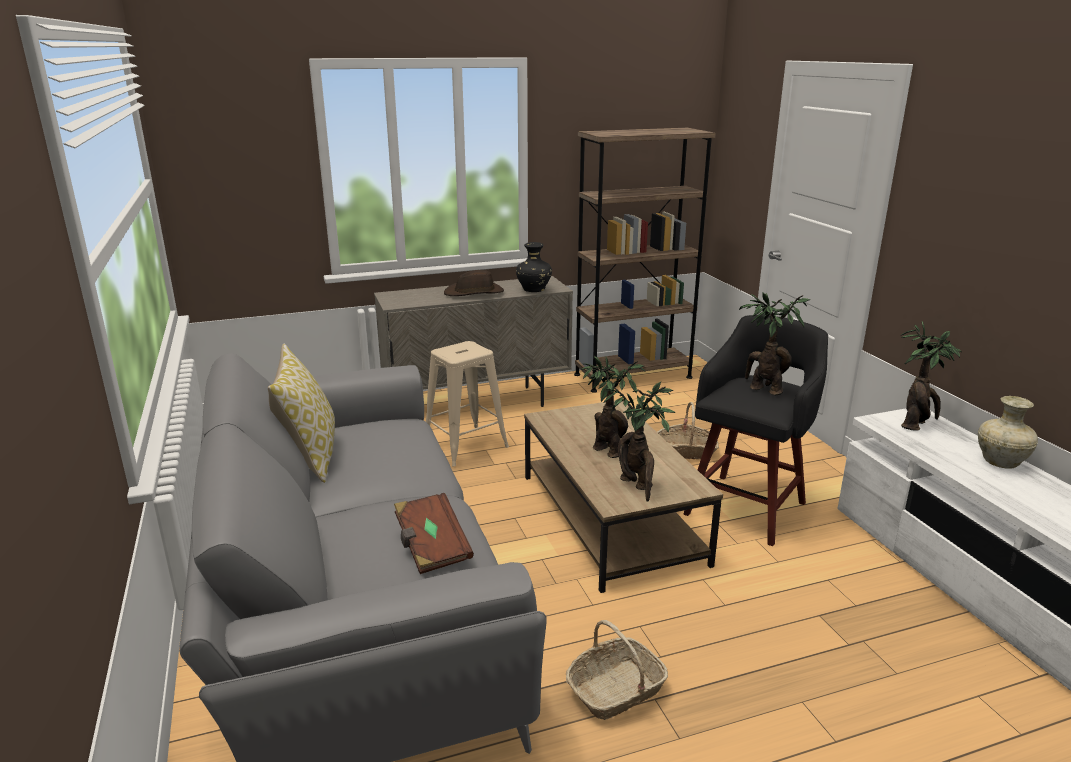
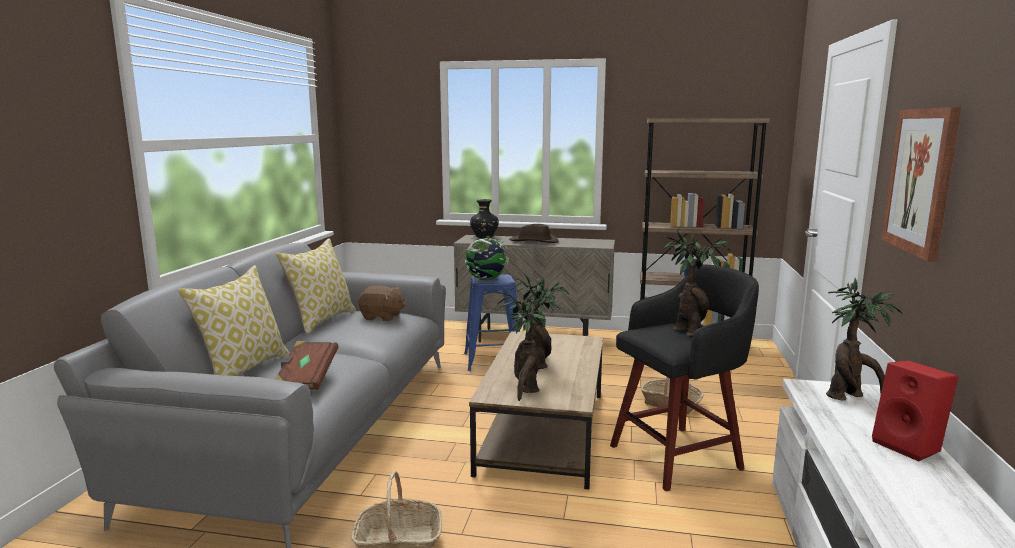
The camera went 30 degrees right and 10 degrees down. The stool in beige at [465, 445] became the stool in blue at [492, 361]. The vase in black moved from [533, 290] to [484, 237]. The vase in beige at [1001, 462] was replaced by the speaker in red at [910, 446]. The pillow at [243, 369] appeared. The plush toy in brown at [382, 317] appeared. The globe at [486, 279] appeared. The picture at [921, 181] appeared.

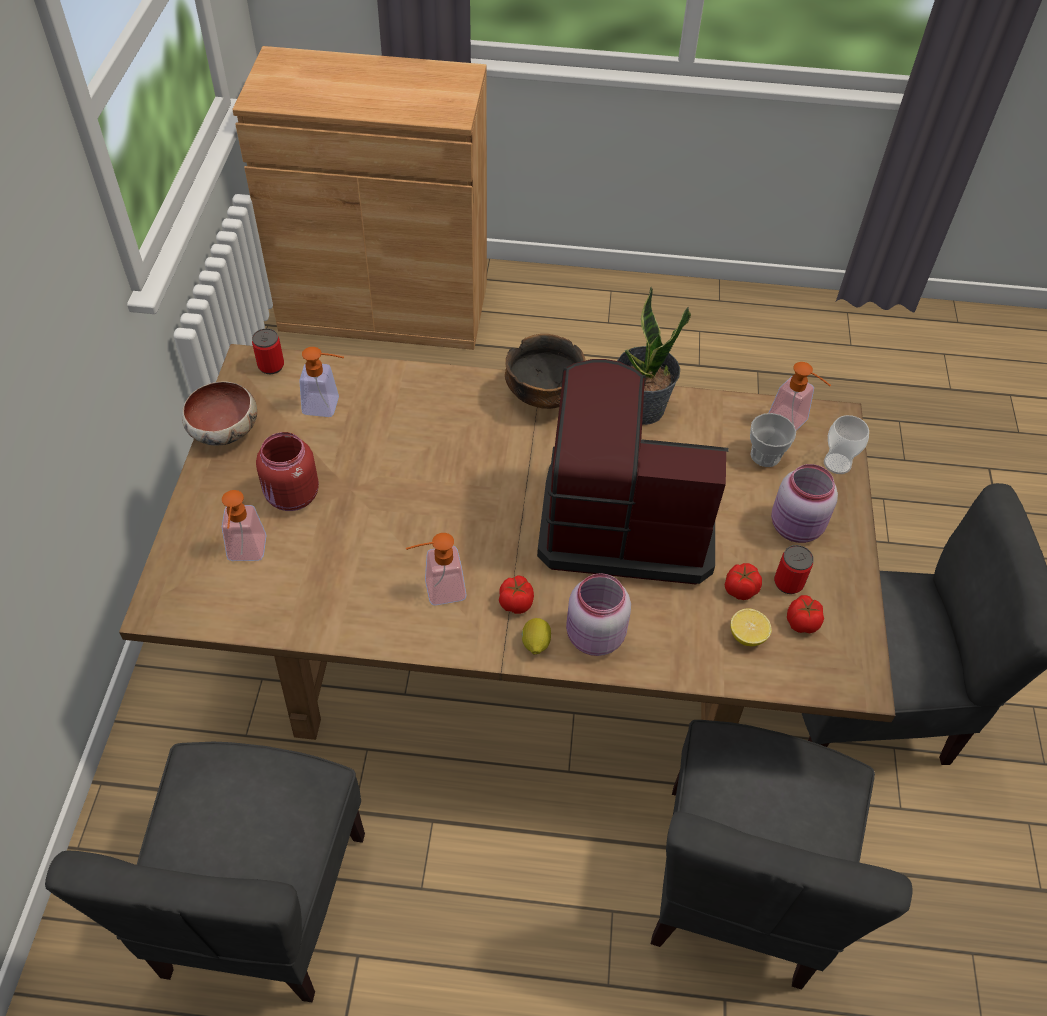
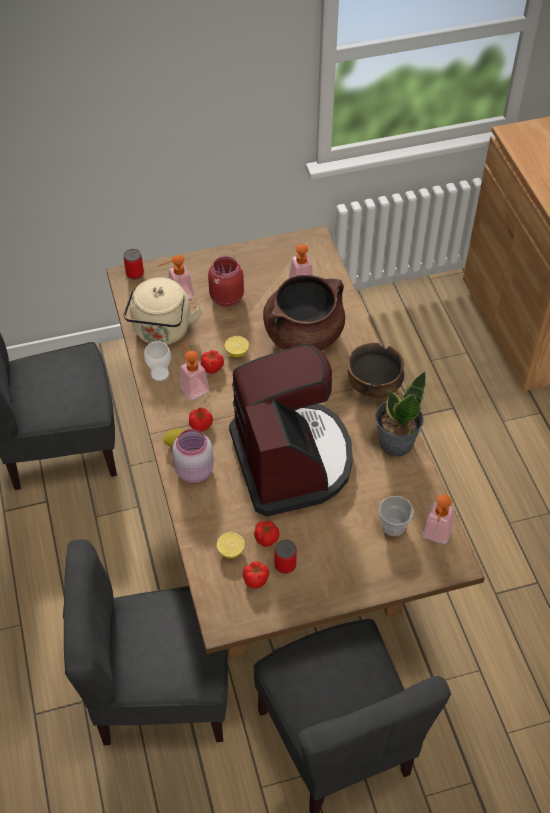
The camera went 70 degrees right and 0 degrees up. The bowl at [224, 431] disappeared. The can moved from [271, 366] to [135, 273]. The jar in pink at [796, 528] disappeared. The cup moved from [837, 463] to [160, 374]. The kettle in beige at [162, 332] appeared. The tomato at [212, 367] appeared. The lemon at [237, 352] appeared. The cooking pot in brown at [303, 335] appeared.

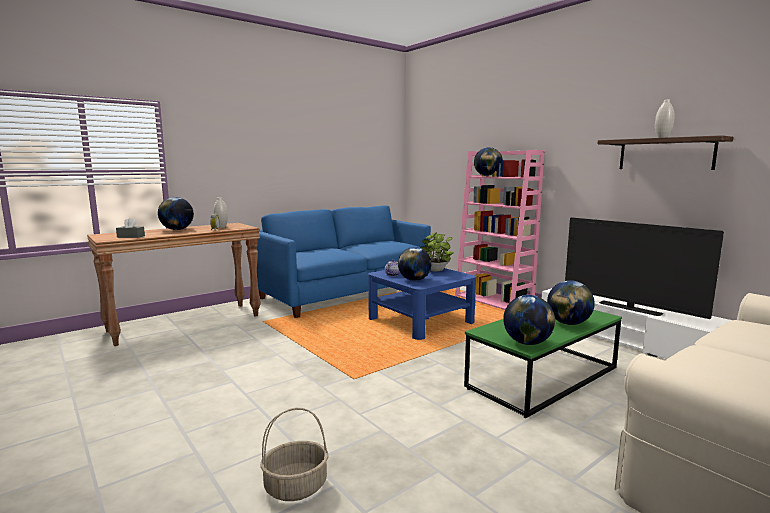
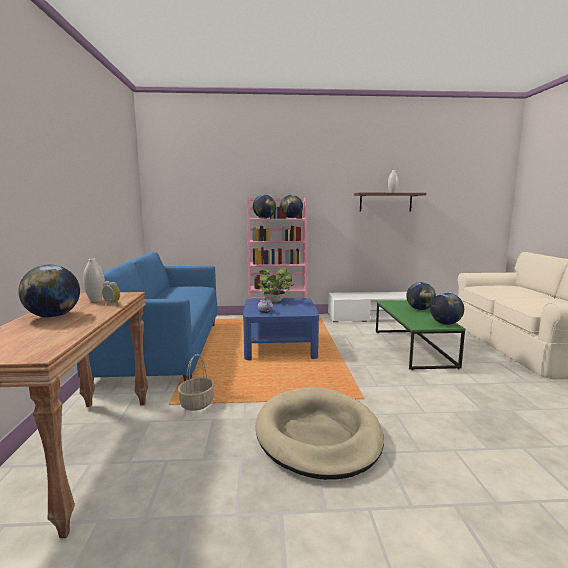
The camera went 55 degrees left and 0 degrees up. The tissue box in grey at [131, 236] disappeared. The basket moved from [295, 487] to [197, 404]. The globe moved from [414, 280] to [291, 218]. The television at [629, 308] disappeared. The dog bed in beige at [318, 435] appeared.

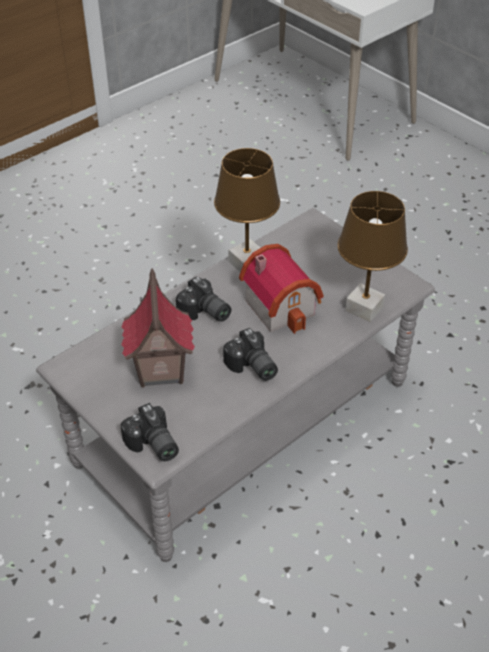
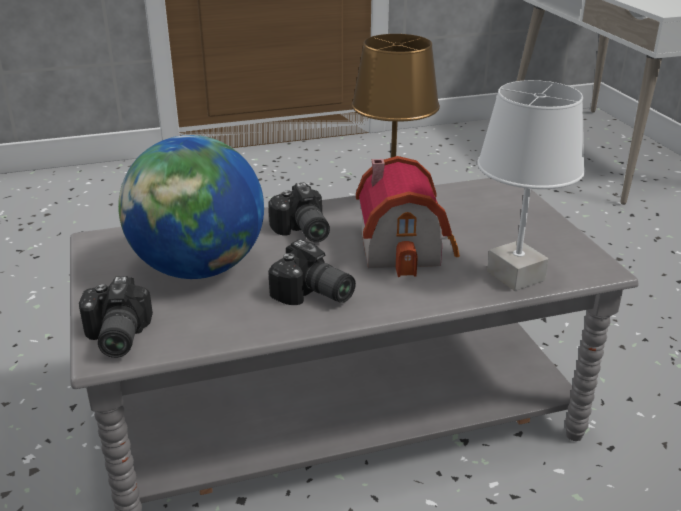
The camera went 25 degrees right and 15 degrees down. The toy house at [160, 370] was replaced by the globe at [199, 269]. The photo camera at [251, 367] turned 45 degrees counterclockwise. The table lamp in brown at [363, 308] became the table lamp in white at [514, 276].

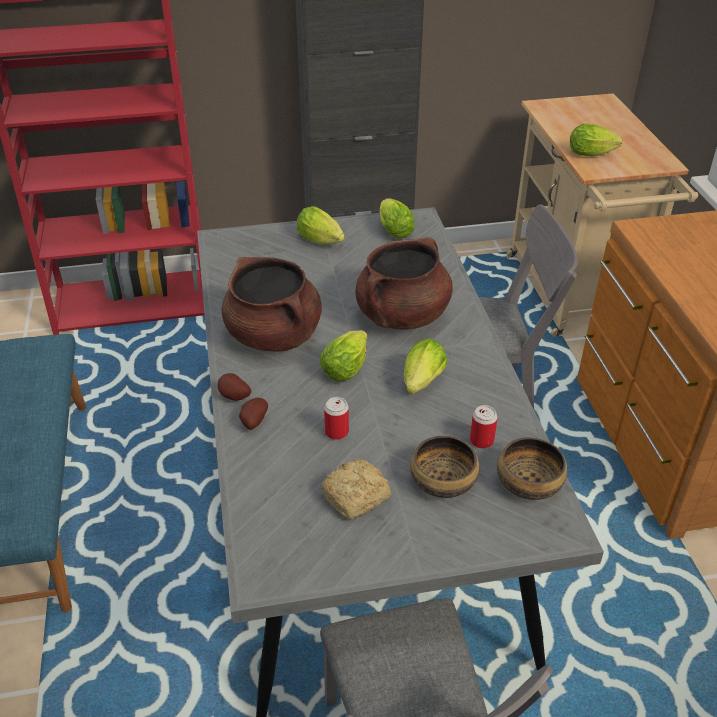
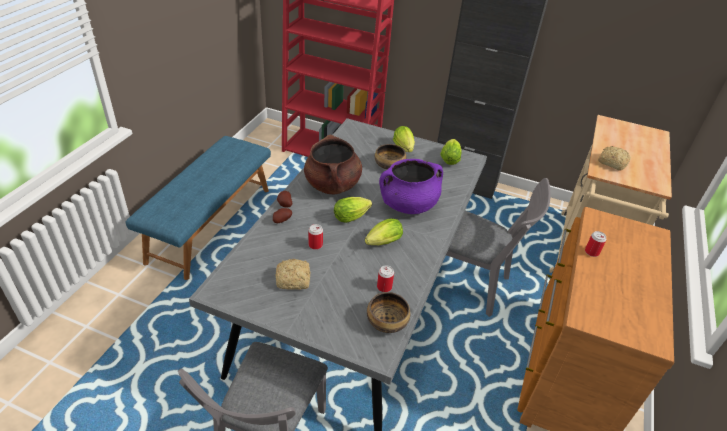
The camera went 30 degrees right and 0 degrees up. The cooking pot in brown at [402, 316] became the cooking pot in purple at [408, 205]. The bowl moved from [444, 481] to [389, 165]. The lettuce at [593, 154] was replaced by the bread at [611, 162]. The can at [591, 252] appeared.

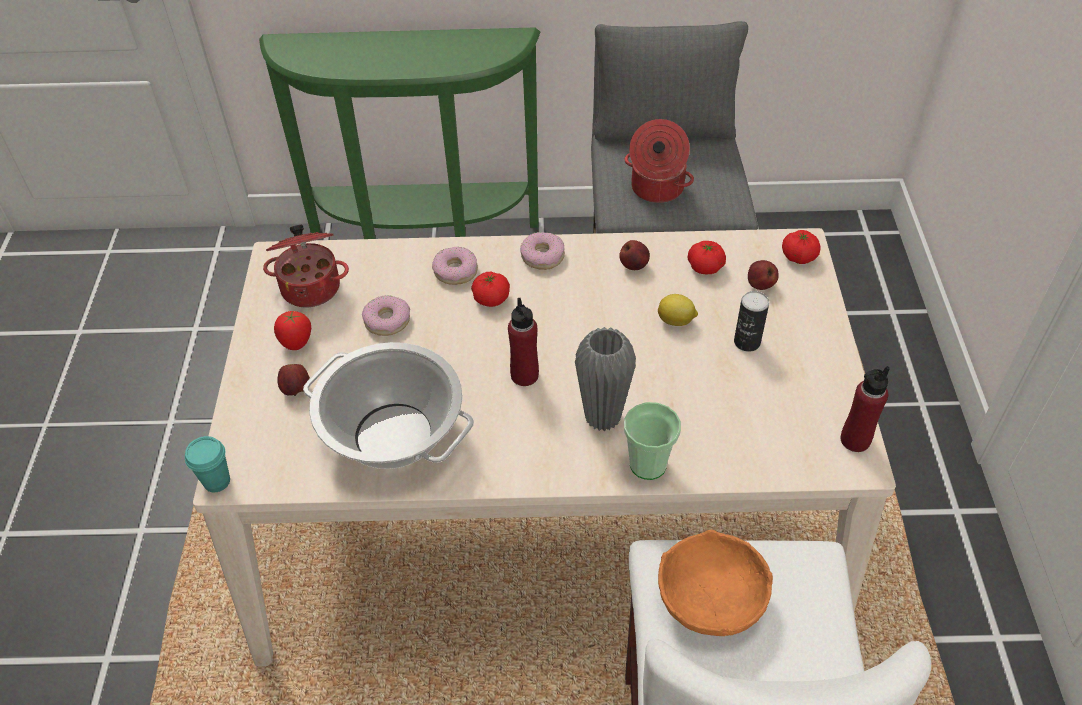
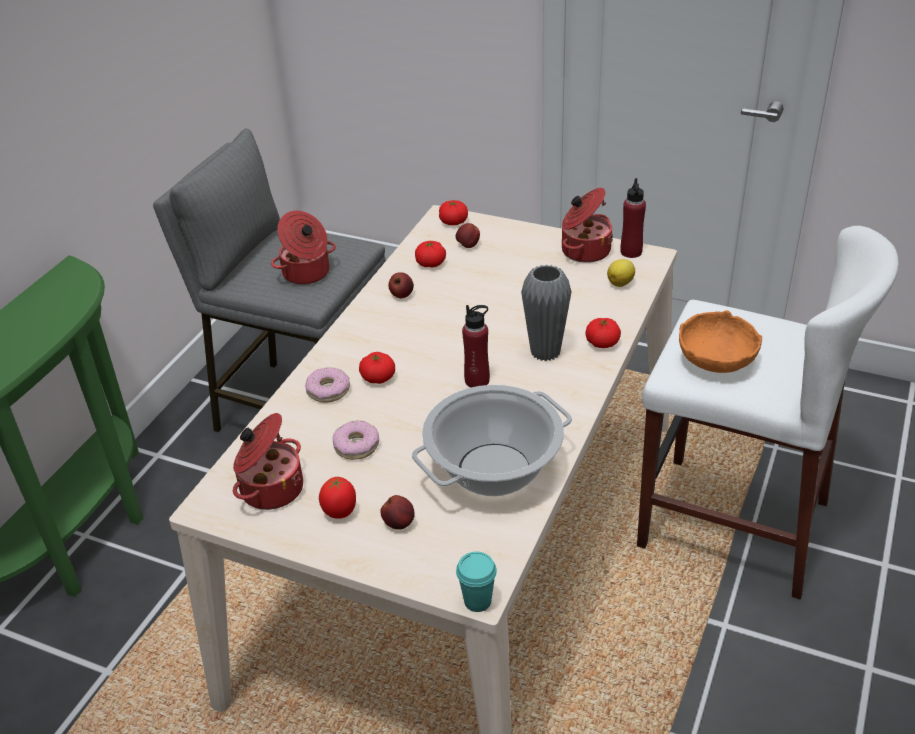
The camera went 65 degrees left and 10 degrees down. The donut at [543, 256] disappeared. The cup at [648, 464] was replaced by the tomato at [602, 343]. The lemon moved from [676, 321] to [621, 283]. The can at [747, 342] disappeared. The cooking pot at [584, 250] appeared.

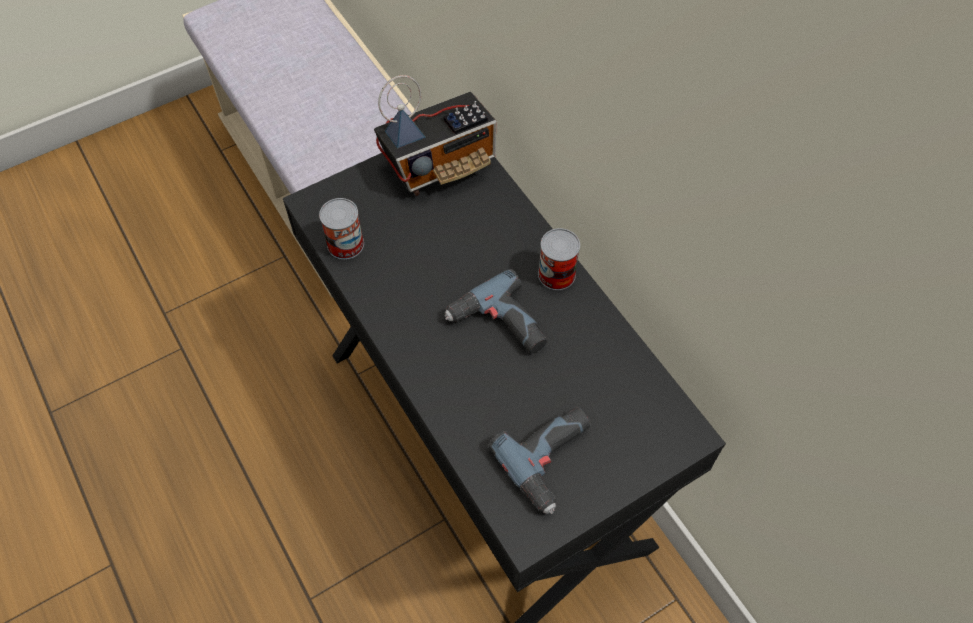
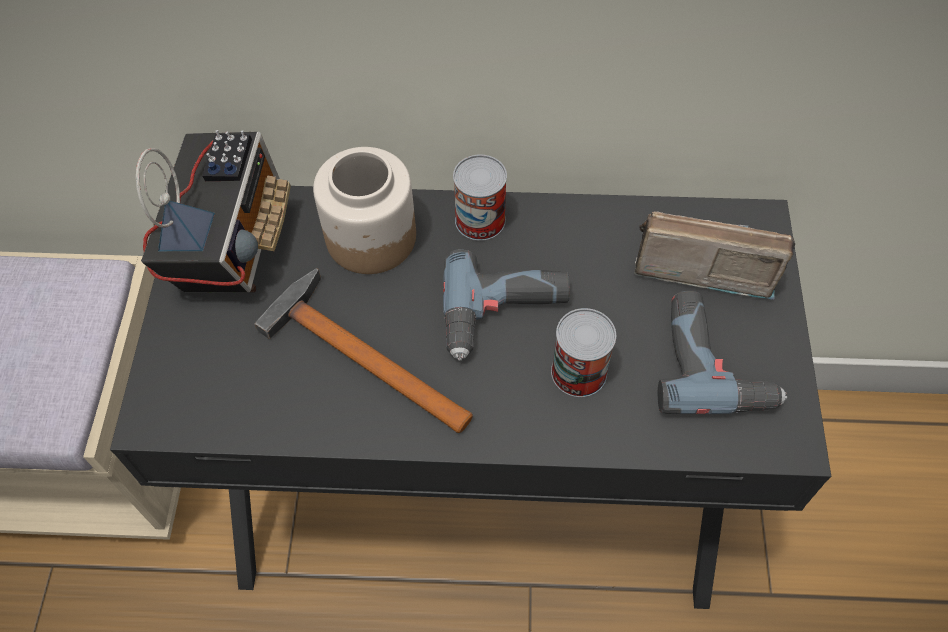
The camera went 55 degrees left and 0 degrees up. The can moved from [345, 244] to [579, 372]. The hammer at [361, 354] appeared. The jar at [369, 237] appeared. The radio at [699, 263] appeared.

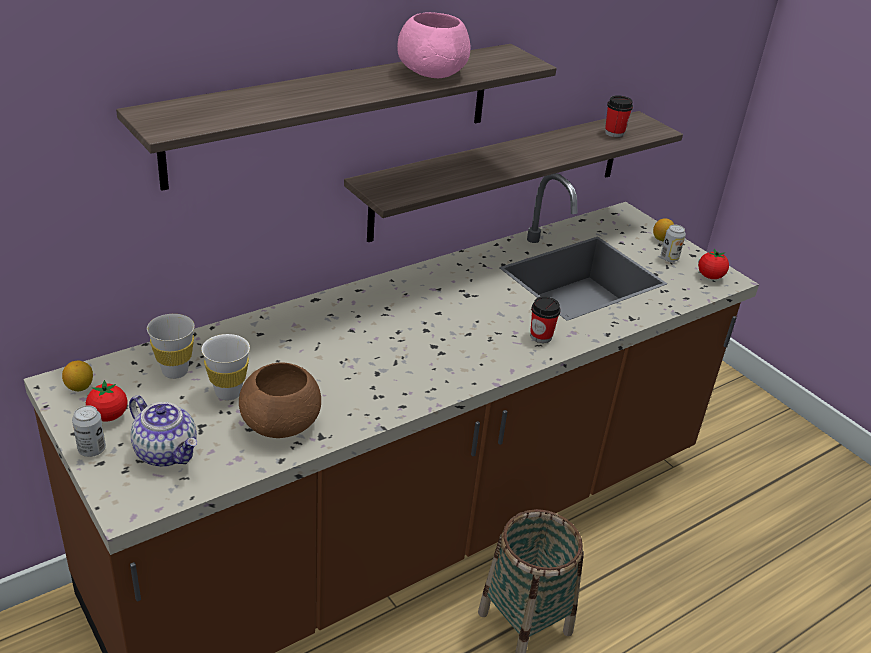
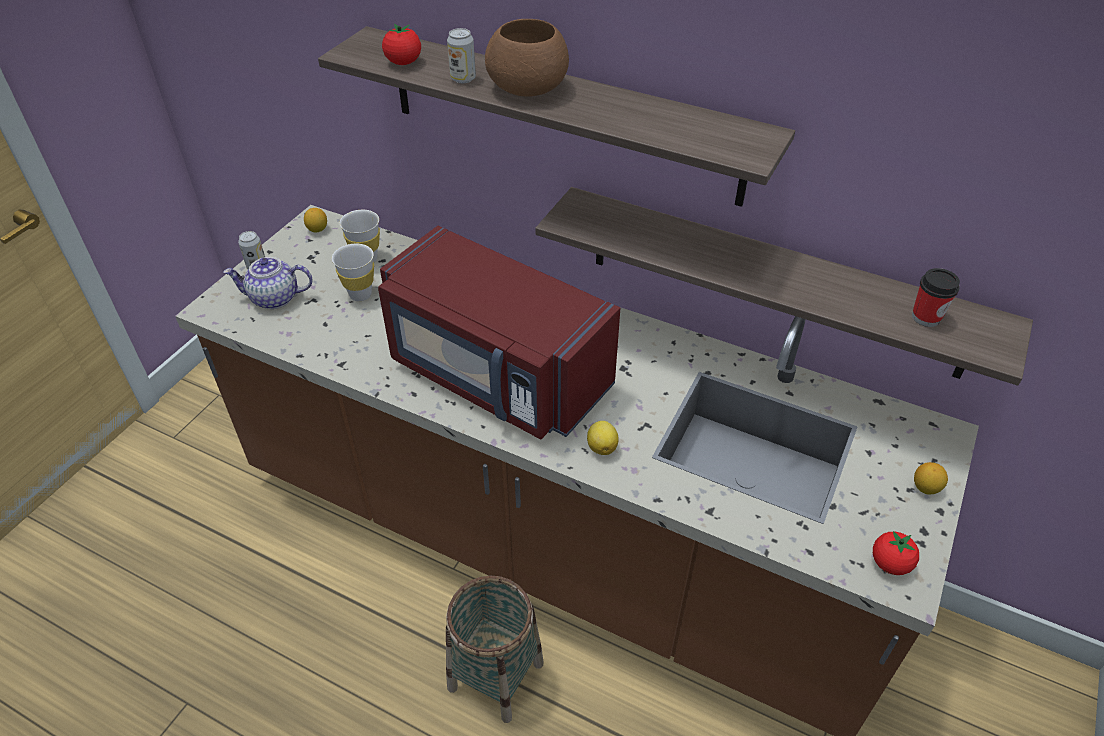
The camera went 65 degrees right and 10 degrees up. The tomato moved from [108, 416] to [403, 62]. The teapot at [167, 452] turned 75 degrees clockwise. The bowl in brown moved from [282, 424] to [529, 89]. The bowl in pink at [432, 73] disappeared. The cup at [541, 336] was replaced by the lemon at [602, 446]. The can moved from [669, 258] to [463, 78]. The microwave in red at [496, 375] appeared.

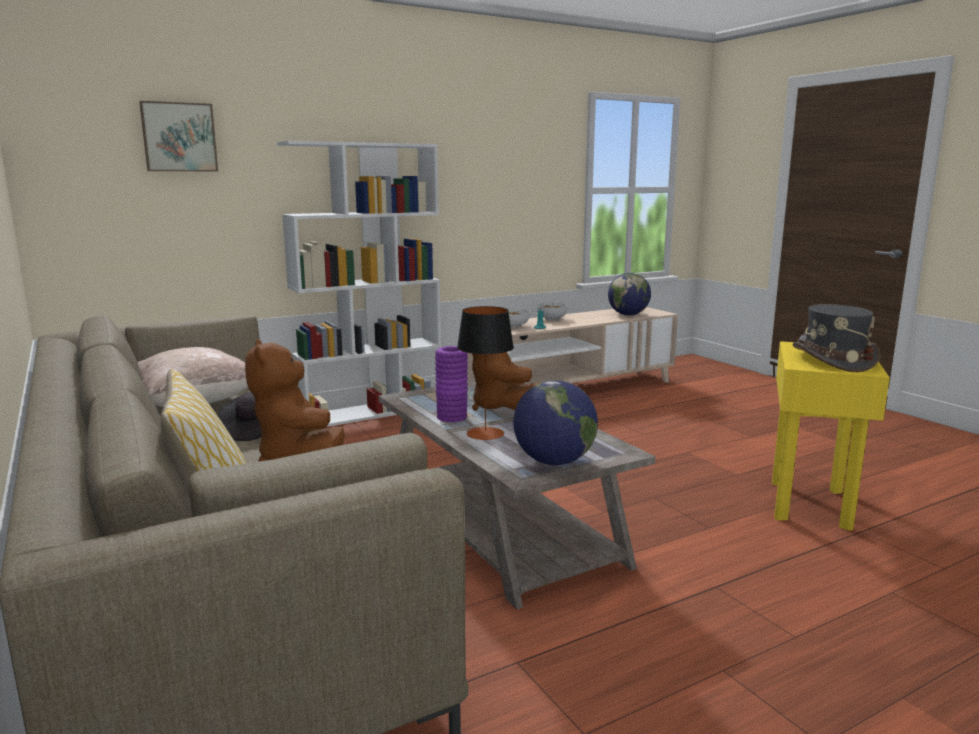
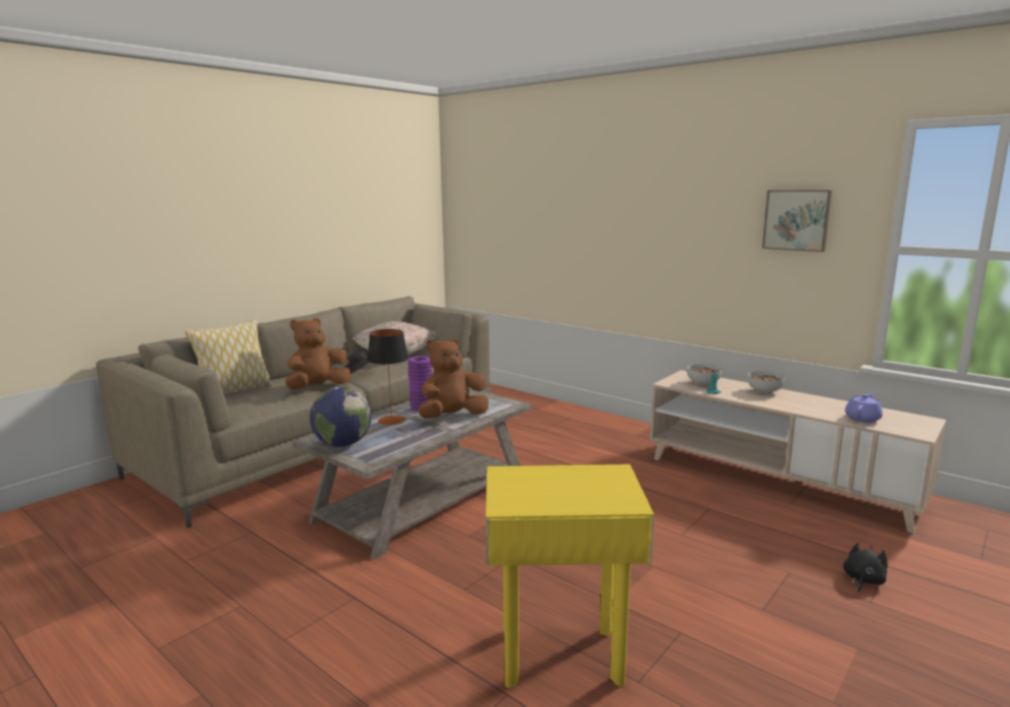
The camera went 70 degrees right and 0 degrees up. The picture moved from [179, 137] to [797, 220]. The bookcase in white at [371, 412] disappeared. The globe at [628, 315] was replaced by the teapot in purple at [862, 418]. The hat in grey at [833, 360] disappeared. The plush toy in black at [862, 580] appeared.

